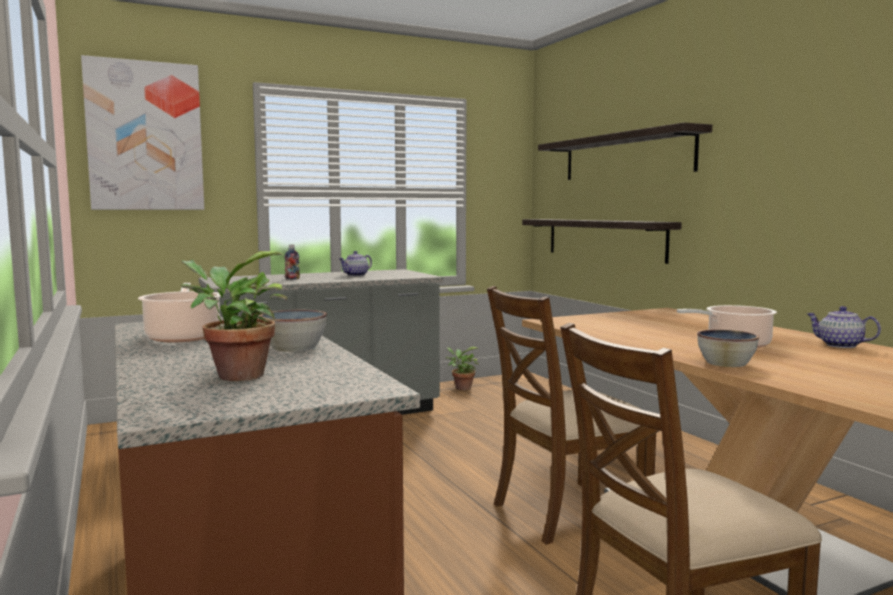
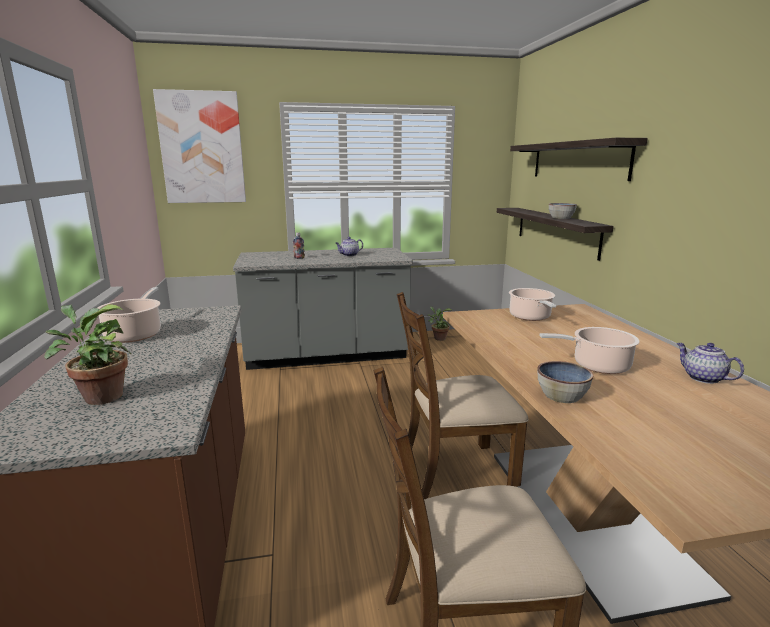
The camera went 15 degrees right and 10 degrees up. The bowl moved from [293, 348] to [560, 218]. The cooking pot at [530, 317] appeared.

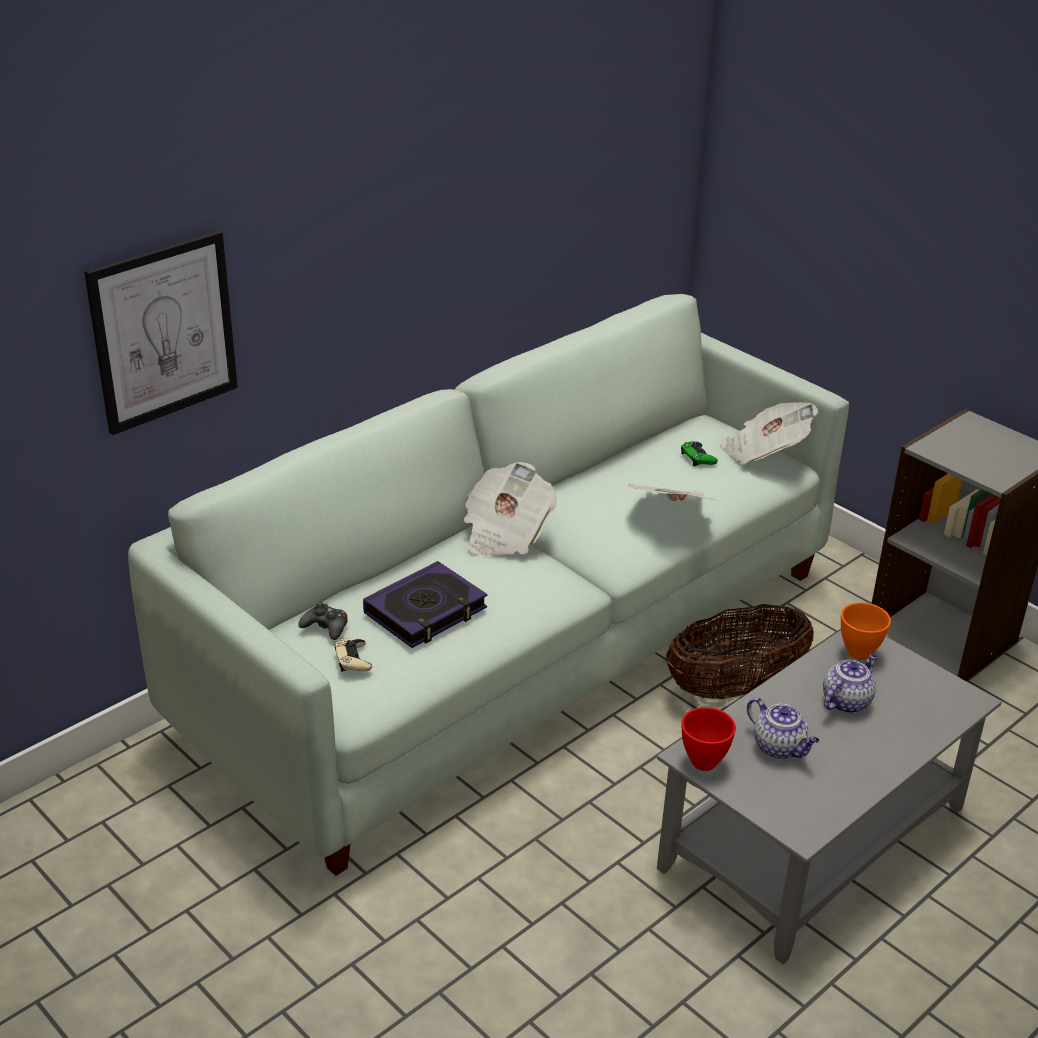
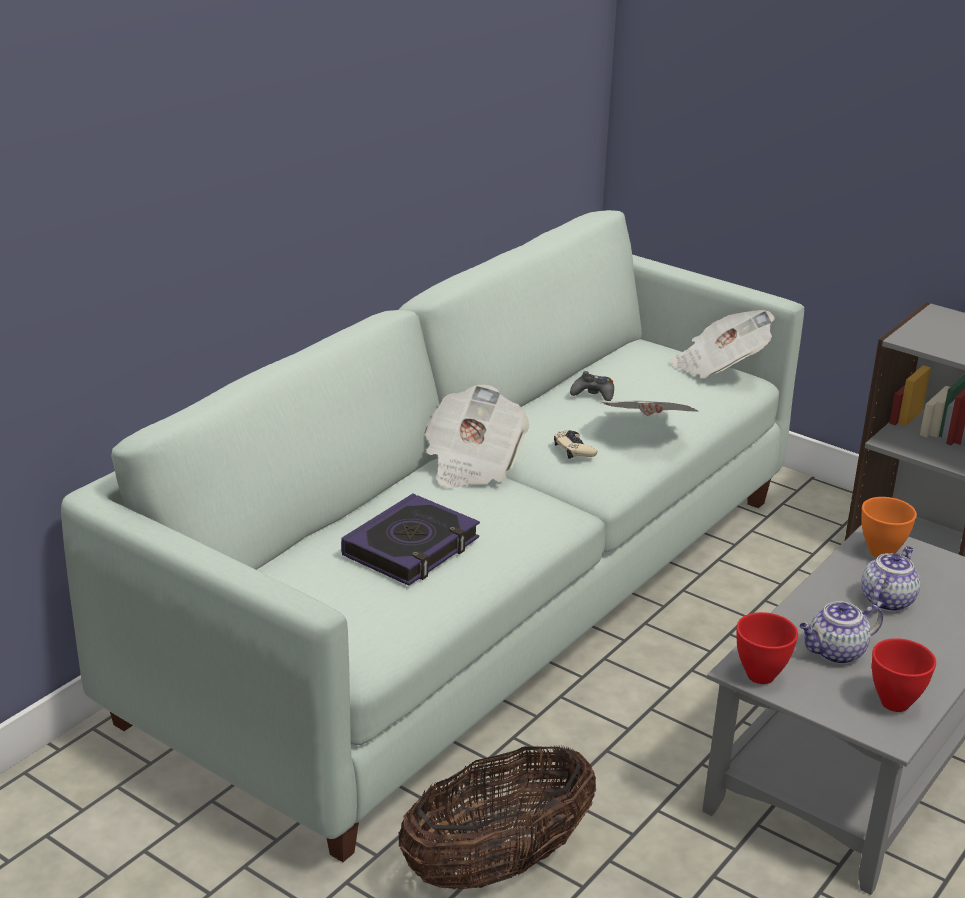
The camera went 10 degrees left and 5 degrees down. The picture at [163, 331] disappeared. The game controller in black moved from [326, 627] to [593, 394]. The game controller in beige moved from [353, 659] to [574, 449]. The basket moved from [735, 687] to [497, 864]. The game controller in green at [698, 457] disappeared. The teapot at [780, 747] turned 120 degrees clockwise. The bowl in red at [896, 703] appeared.

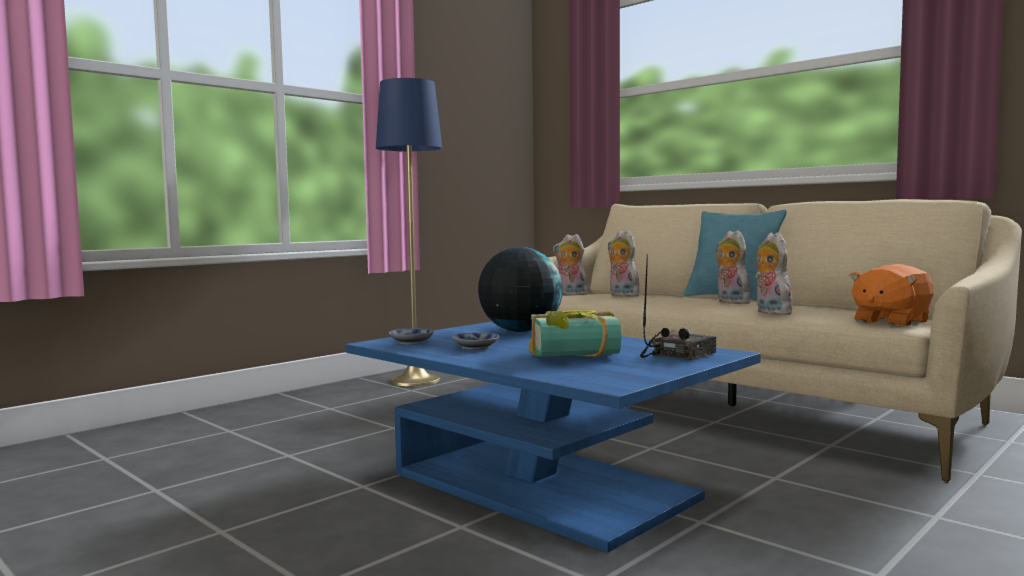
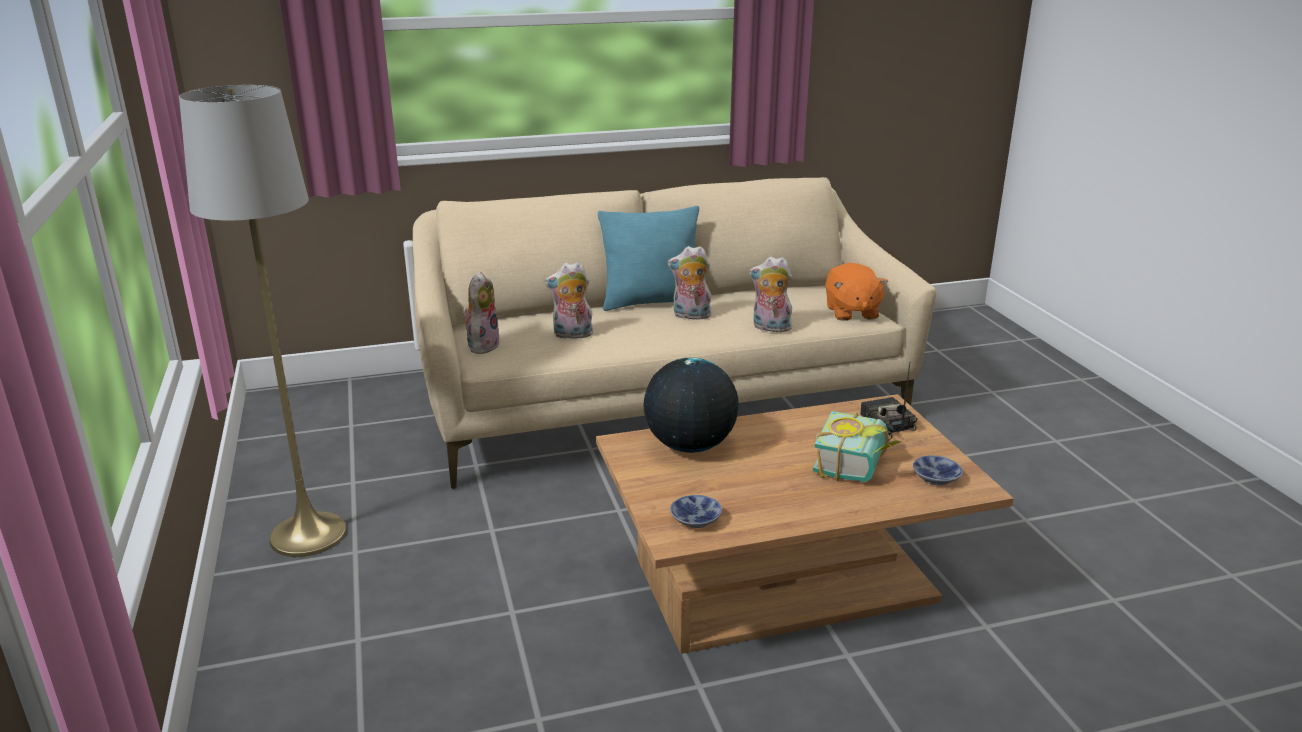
The camera went 60 degrees left and 20 degrees up. The coffee table in blue at [542, 486] became the coffee table in brown at [785, 580]. The floor lamp in blue at [415, 380] became the floor lamp in grey at [308, 534]. The bowl moved from [474, 348] to [936, 479]. The plush toy at [570, 294] turned 135 degrees clockwise.

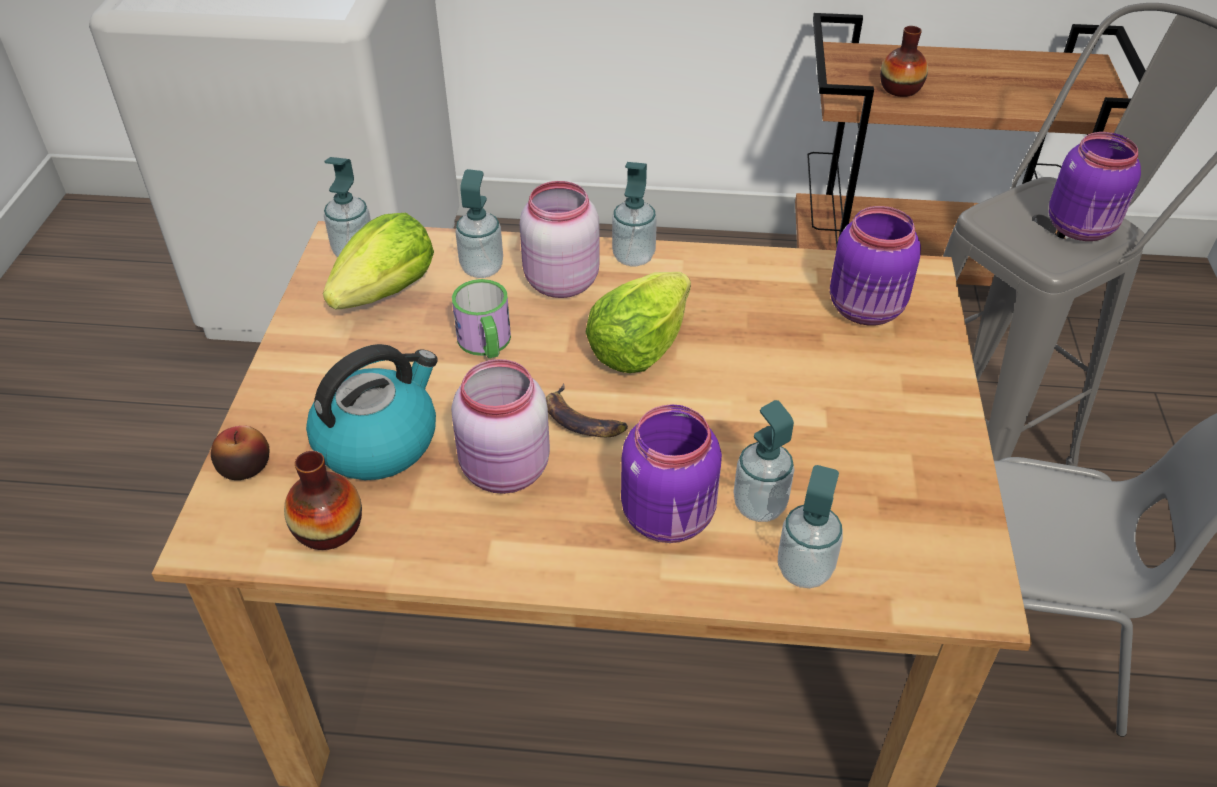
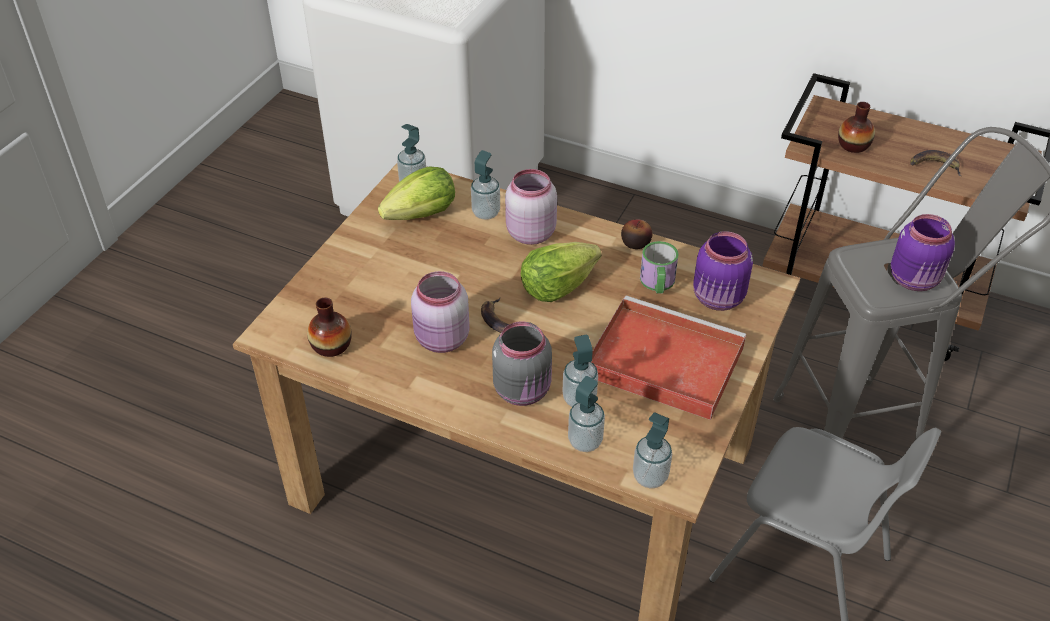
The camera went 20 degrees right and 0 degrees up. The apple moved from [245, 467] to [635, 243]. The kettle at [378, 440] disappeared. The mug moved from [486, 344] to [657, 283]. The soap dispenser moved from [633, 257] to [650, 477]. The jar in purple at [670, 516] became the jar in grey at [524, 390]. The tray in red at [661, 361] appeared. The banana at [934, 165] appeared.

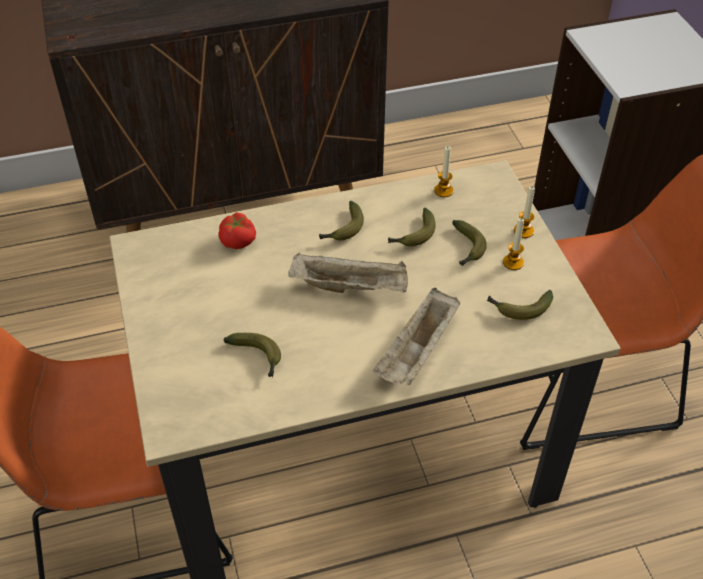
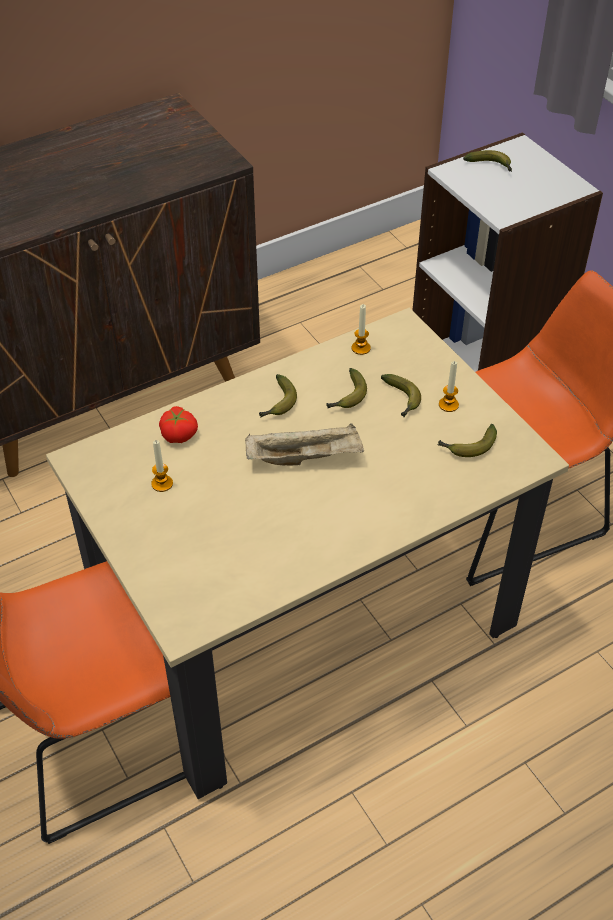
The camera went 15 degrees left and 0 degrees up. The banana moved from [258, 357] to [491, 166]. The tray in beige at [417, 352] disappeared. The candle moved from [523, 231] to [162, 484].

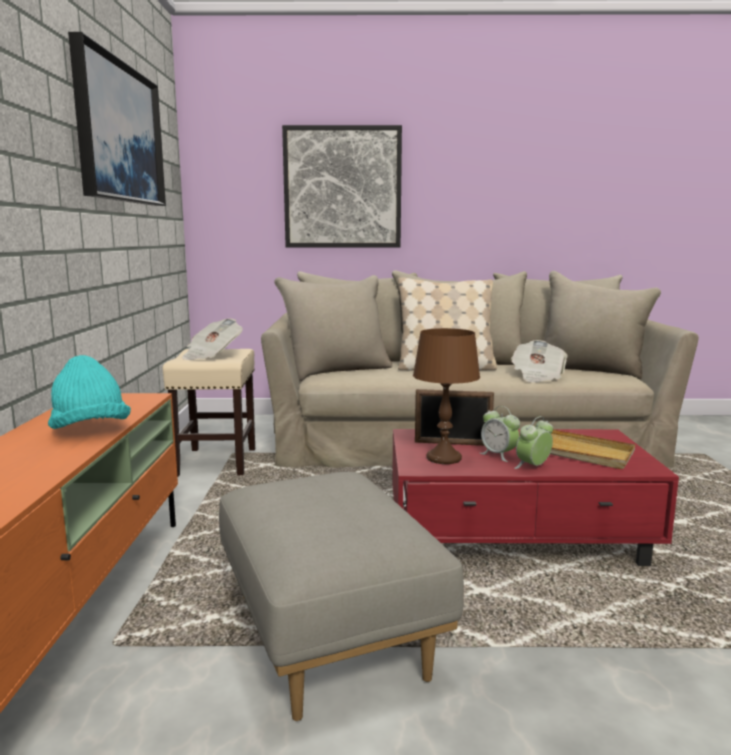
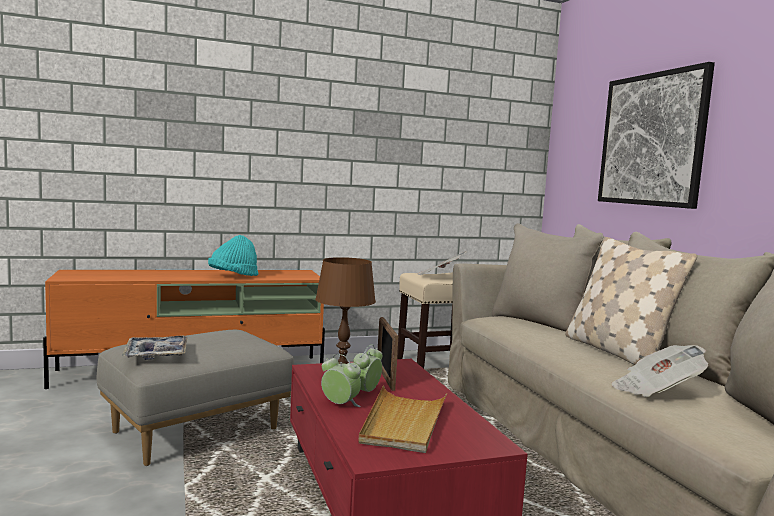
The camera went 70 degrees right and 5 degrees down. The picture at [119, 133] disappeared. The tray at [156, 354] appeared.

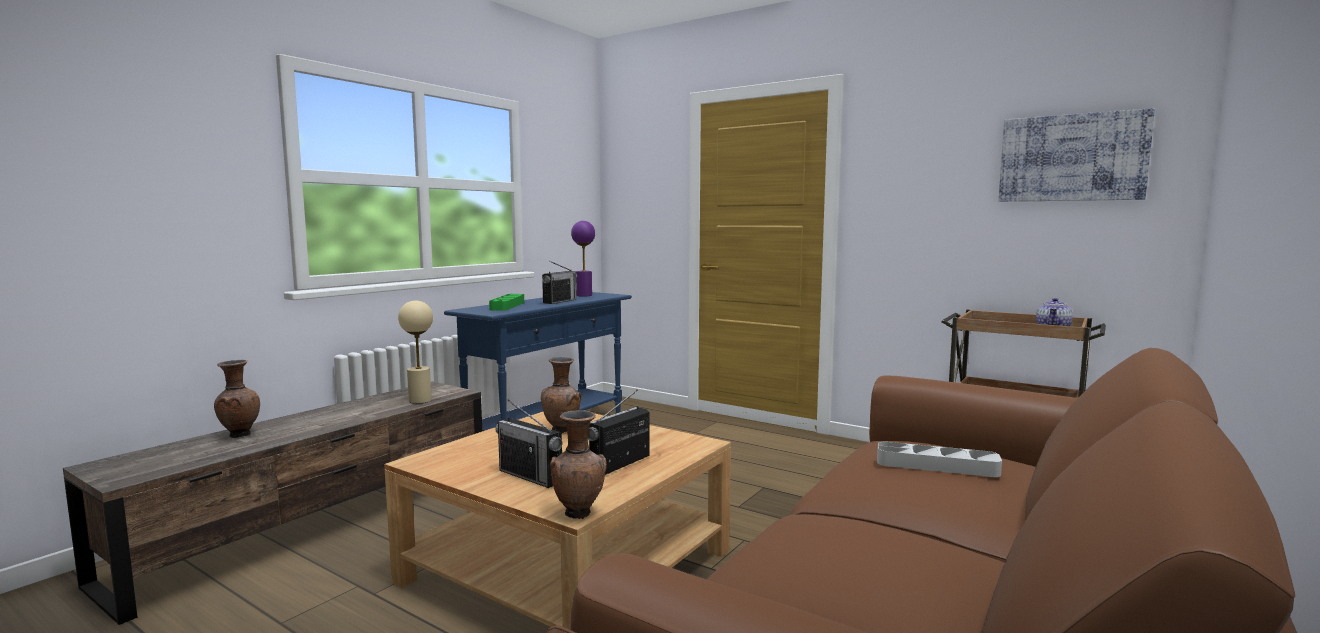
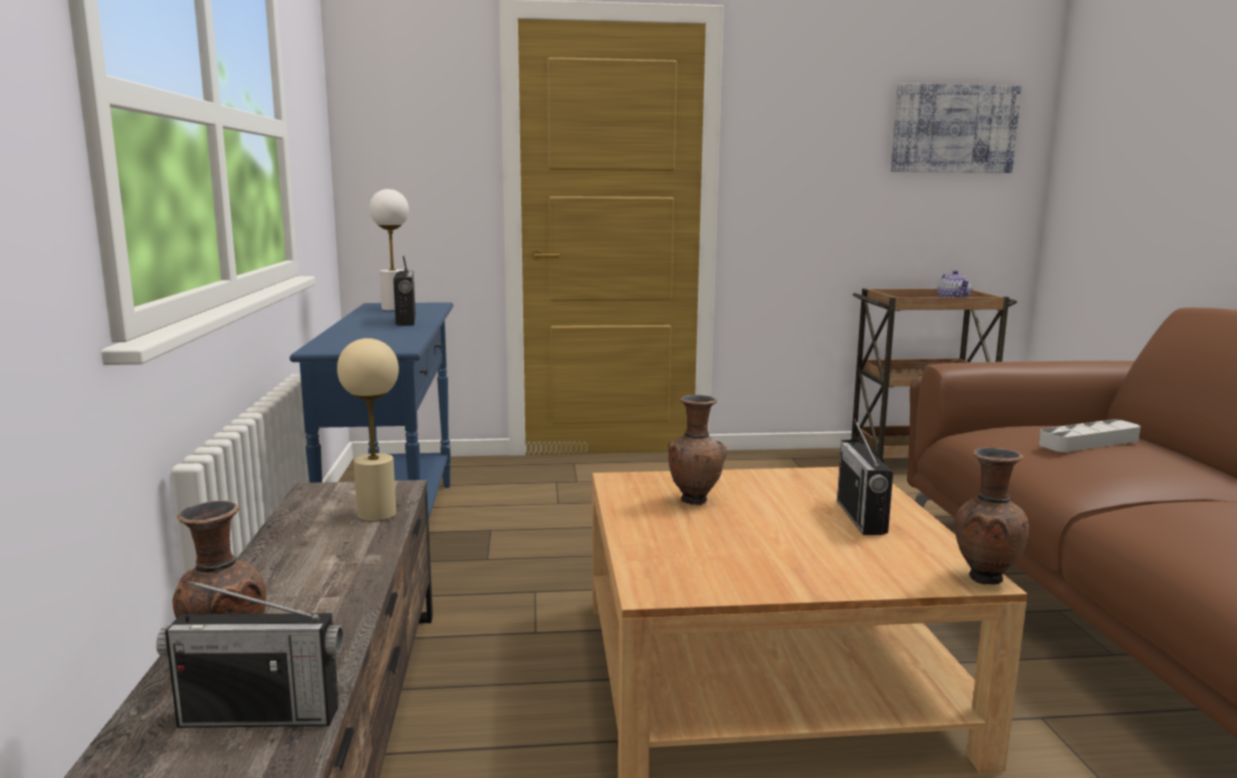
The camera went 40 degrees left and 5 degrees up. The tray in green at [507, 306] disappeared. The radio moved from [530, 476] to [260, 715]. The table lamp in purple at [584, 295] became the table lamp in white at [394, 308].

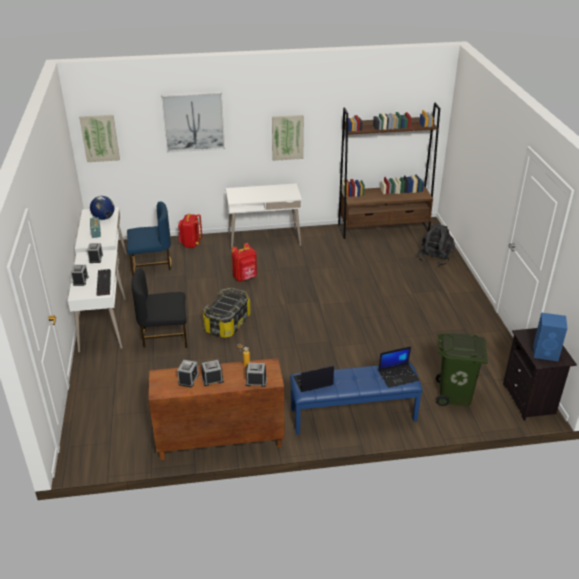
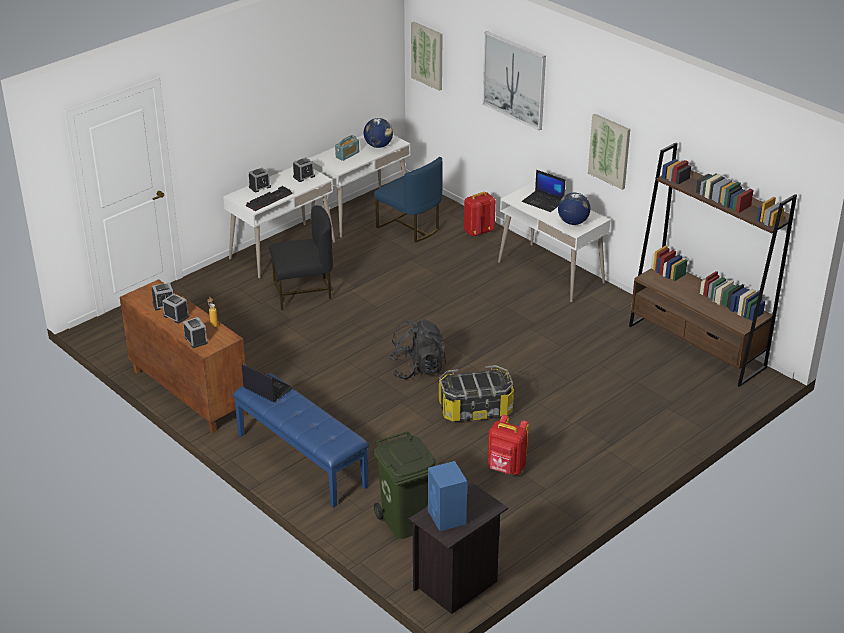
The camera went 55 degrees right and 0 degrees up. The chair in black at [165, 336] turned 120 degrees clockwise. The storage box moved from [227, 323] to [475, 408]. The backpack in red moved from [245, 278] to [506, 468]. The laptop moved from [398, 375] to [543, 202]. The backpack in black moved from [434, 258] to [417, 369]. The globe at [572, 222] appeared.

